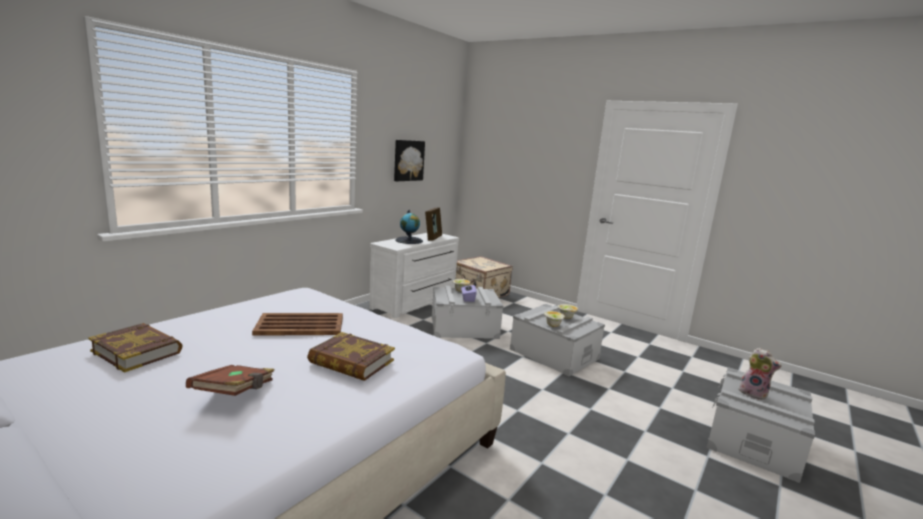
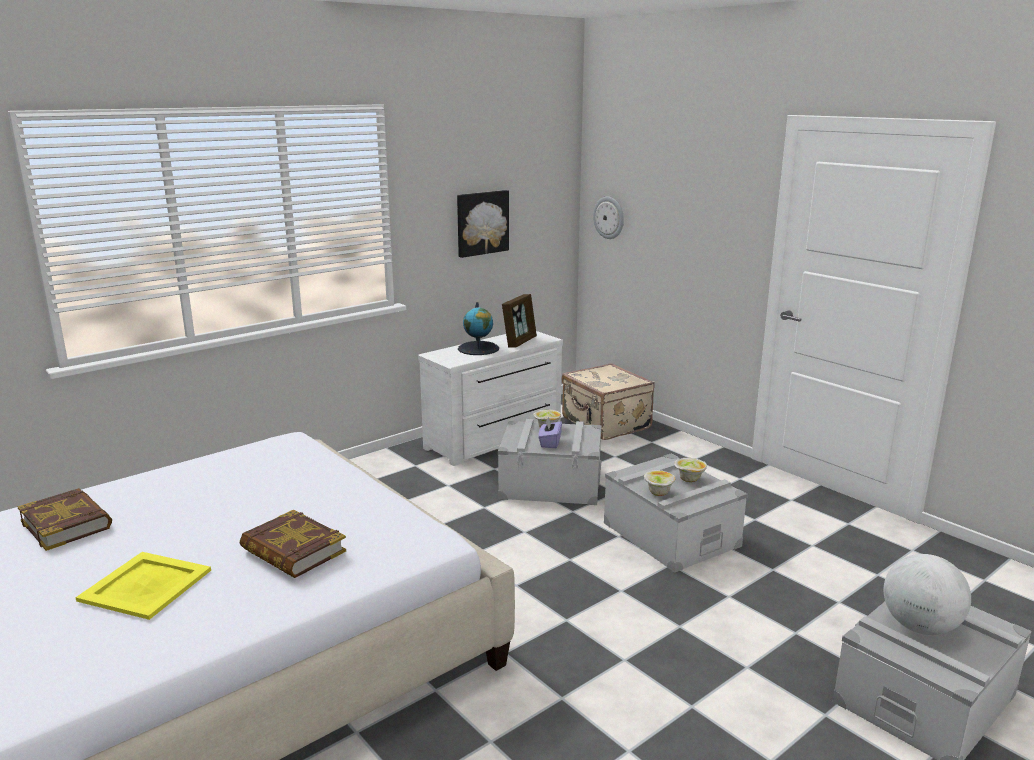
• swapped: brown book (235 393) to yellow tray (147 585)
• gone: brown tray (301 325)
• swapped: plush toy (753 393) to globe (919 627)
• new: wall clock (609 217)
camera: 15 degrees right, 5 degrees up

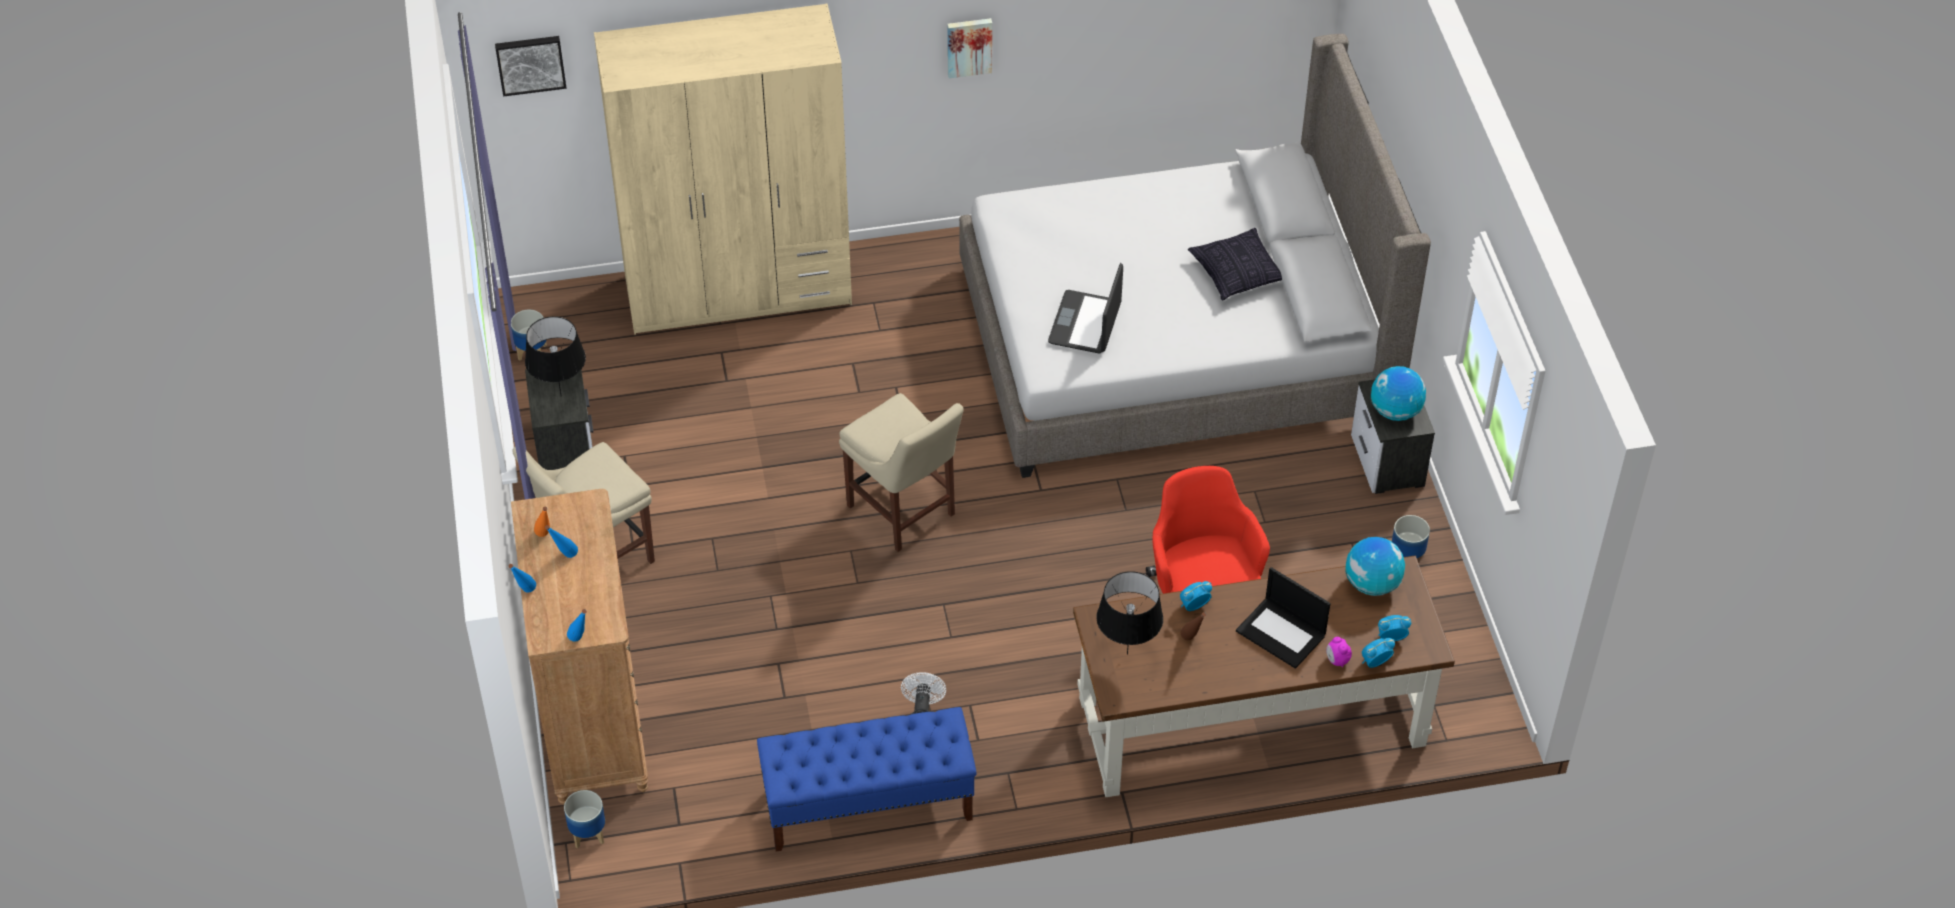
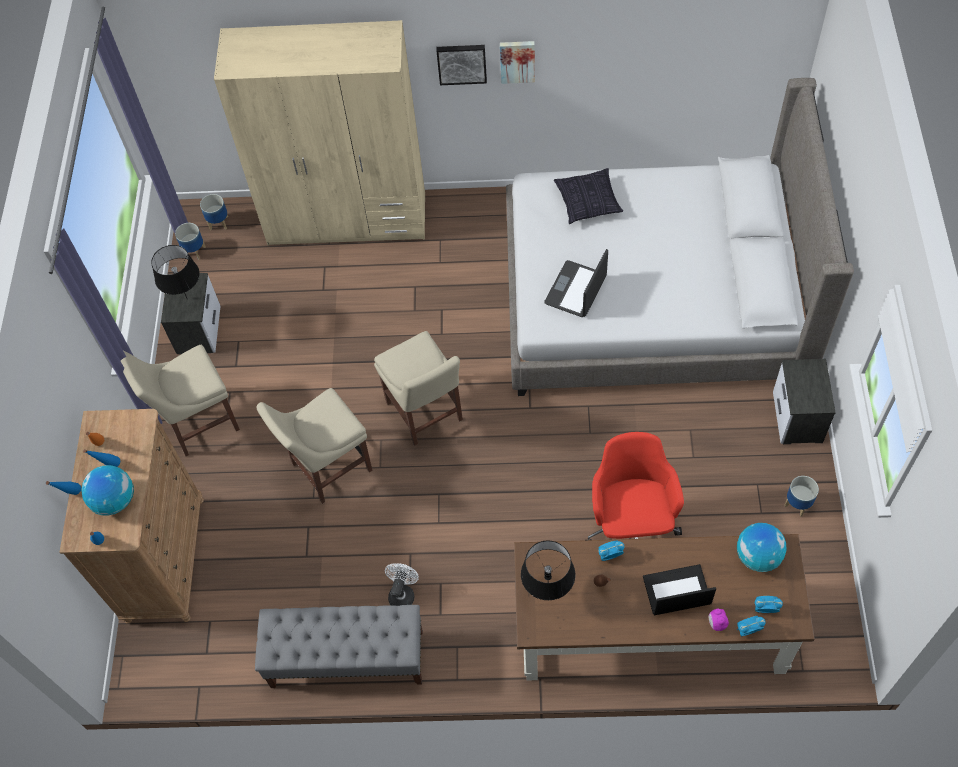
• shifted: picture (530 63) to (461 63)
• shifted: planter (588 834) to (219 222)
• repainted: blue bench (867 805) to grey bench (346 659)
• shifted: pillow (1237 273) to (588 202)
• rotated: laptop (1282 633) = (676 591) 120 degrees clockwise
• shifted: globe (1395 411) to (114 500)
• new: beige chair (327 468)
camera: 15 degrees right, 10 degrees up

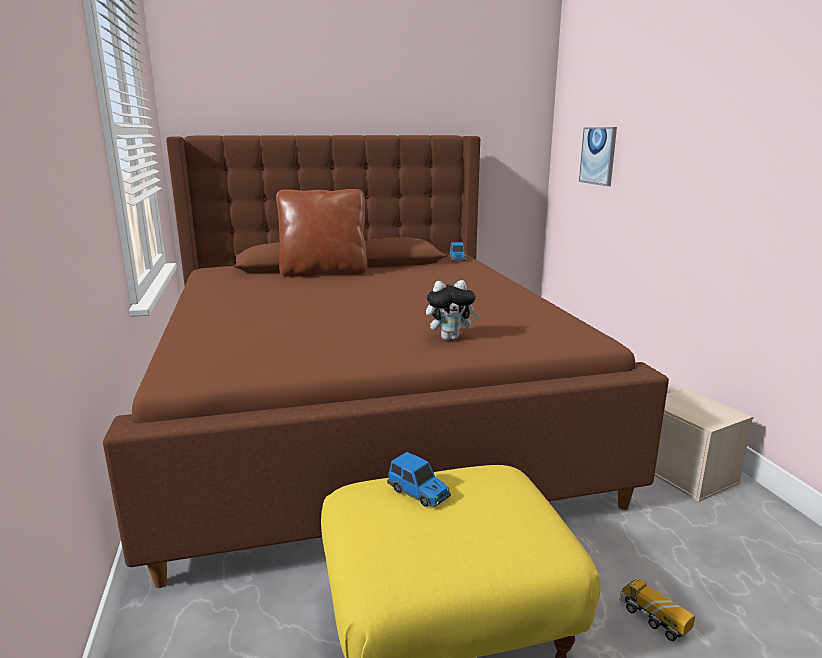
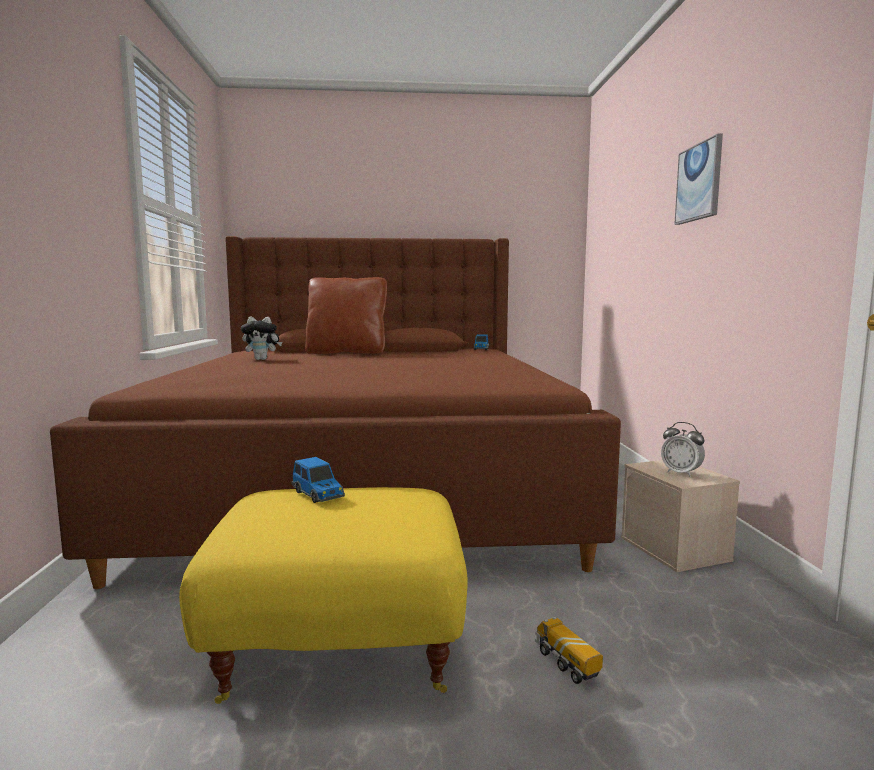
• shifted: plush toy (450 338) to (262 359)
• shifted: picture (598 155) to (699 182)
• new: alarm clock (681 473)
camera: 10 degrees right, 10 degrees down

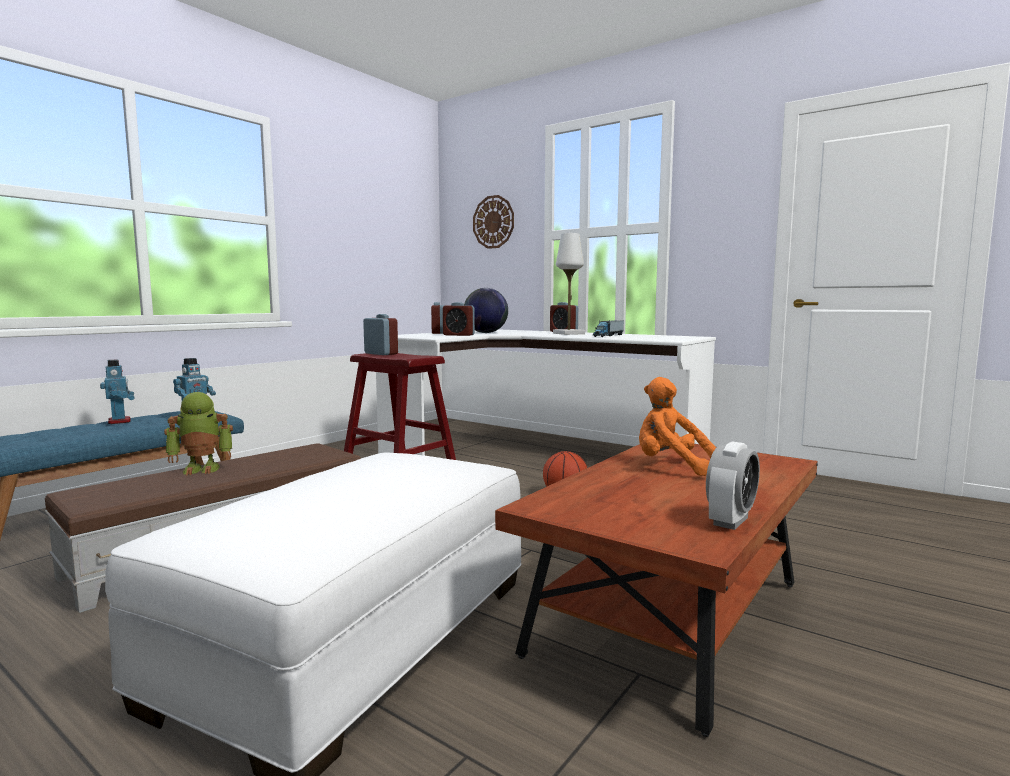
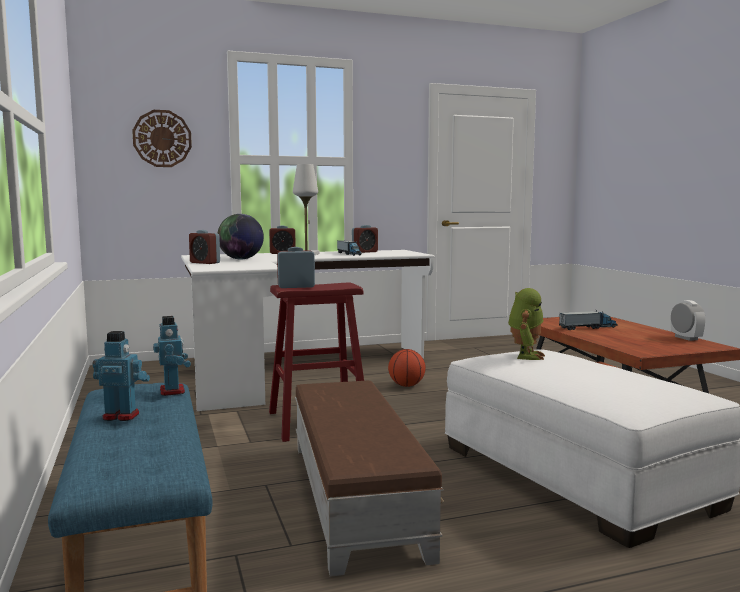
• shifted: toy robot (202 468) to (525 356)
• shifted: alarm clock (458 335) to (364 252)
• swapped: orange plush toy (671 466) to toy truck (588 328)
camera: 55 degrees left, 0 degrees up

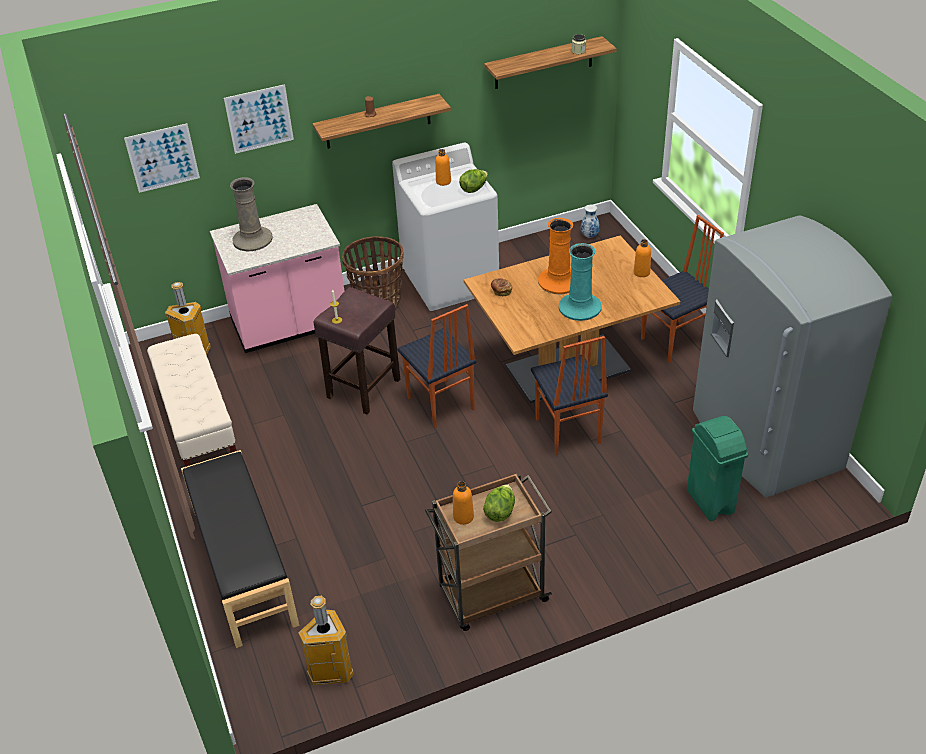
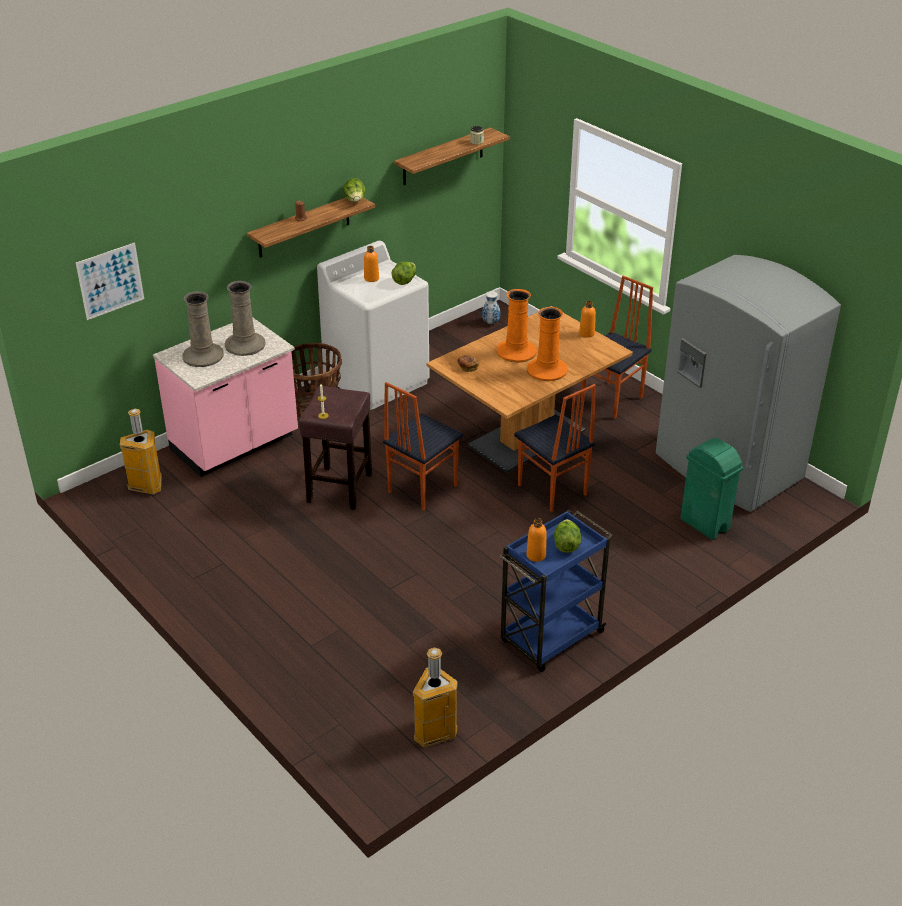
• gone: beige bench (199 427)
• gone: black bench (243 566)
• gone: picture (259 119)
• rotated: chair (440 404) = (421 488) 90 degrees clockwise
• repainted: brown cart (491 595) to blue cart (550 638)
• repainted: turquoise vase (580 307) to orange vase (547 370)
• new: beige vase (245 345)
• new: lettuce (355 201)
camera: 20 degrees left, 5 degrees down

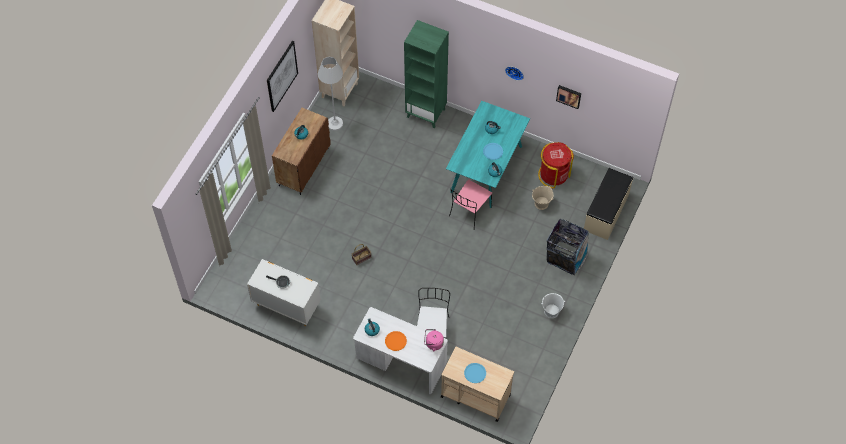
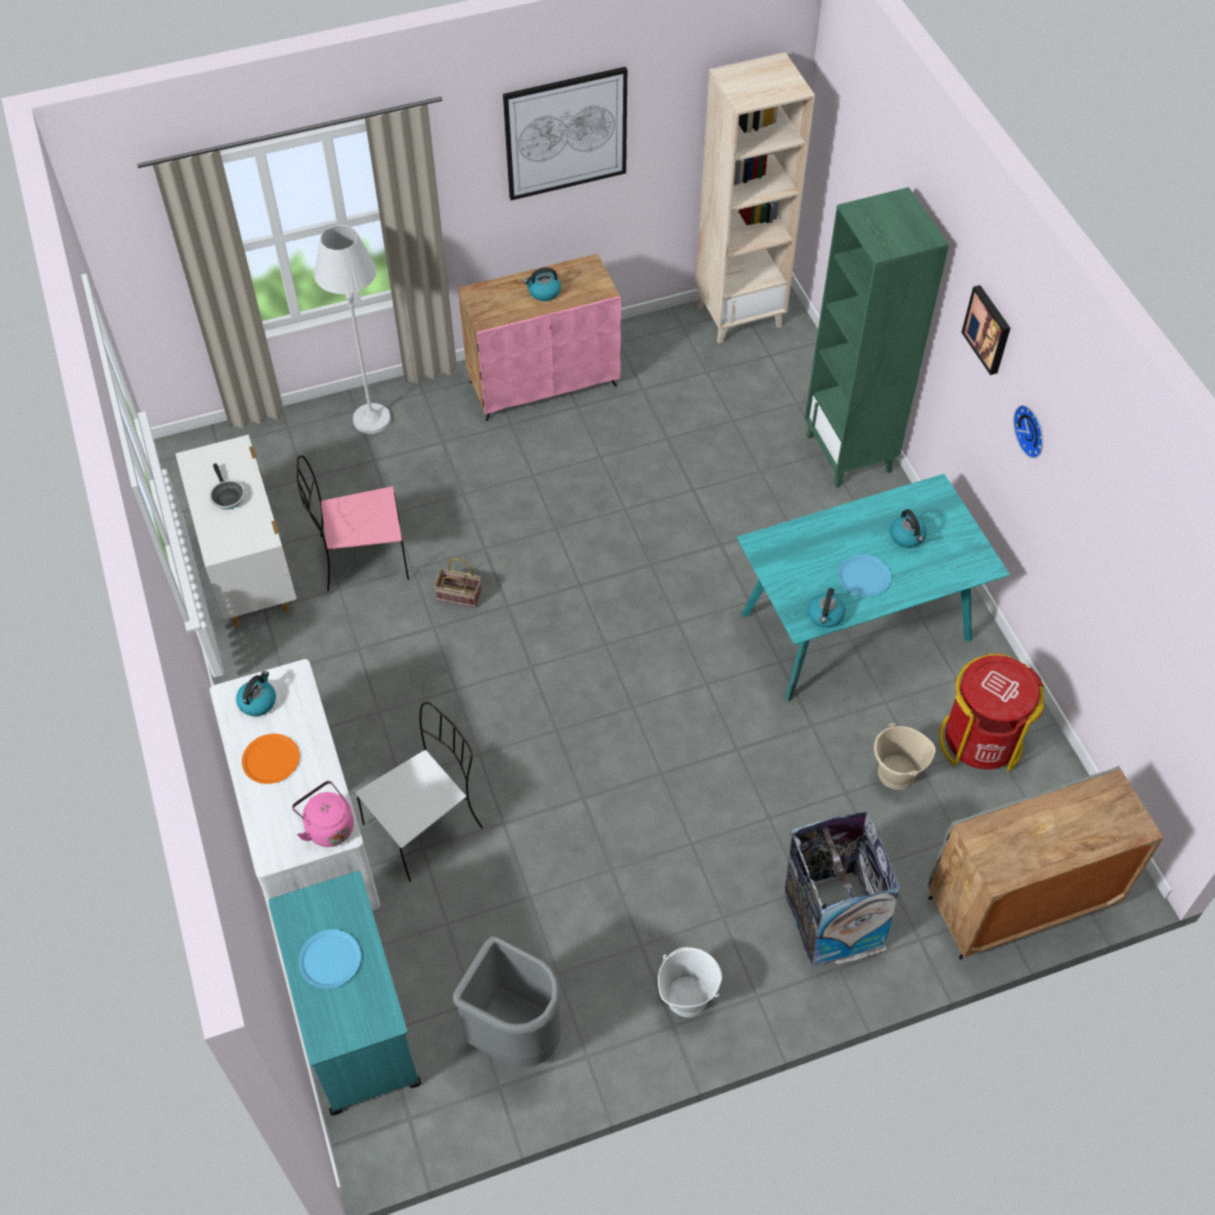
• repainted: brown cabinet (304 166) to pink cabinet (544 383)
• shifted: white floor lamp (335 123) to (372 419)
• repainted: beige cart (475 395) to turquoise cart (355 1020)
• shifted: pink chair (469 212) to (361 558)
• shifted: picture (569 96) to (988 329)
• swapped: beige bench (606 212) to grey cabinet (1020 902)
• new: grey trash can (515 1035)
camera: 45 degrees right, 5 degrees down

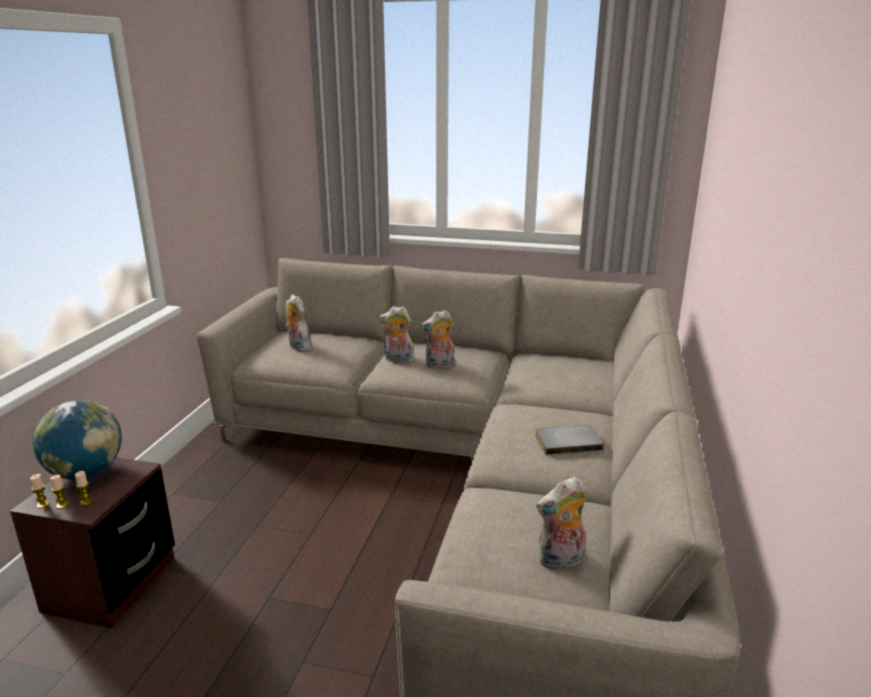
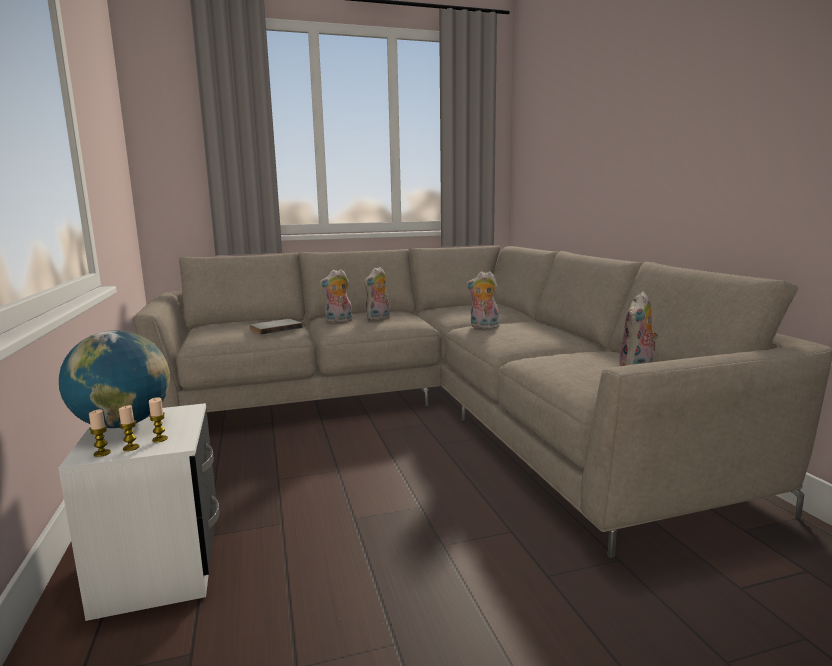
• repainted: brown nightstand (111 584) to white nightstand (160 566)
• shifted: plush toy (297 347) to (483 327)
• shifted: grey book (567 441) to (275 328)
camera: 30 degrees left, 10 degrees down

